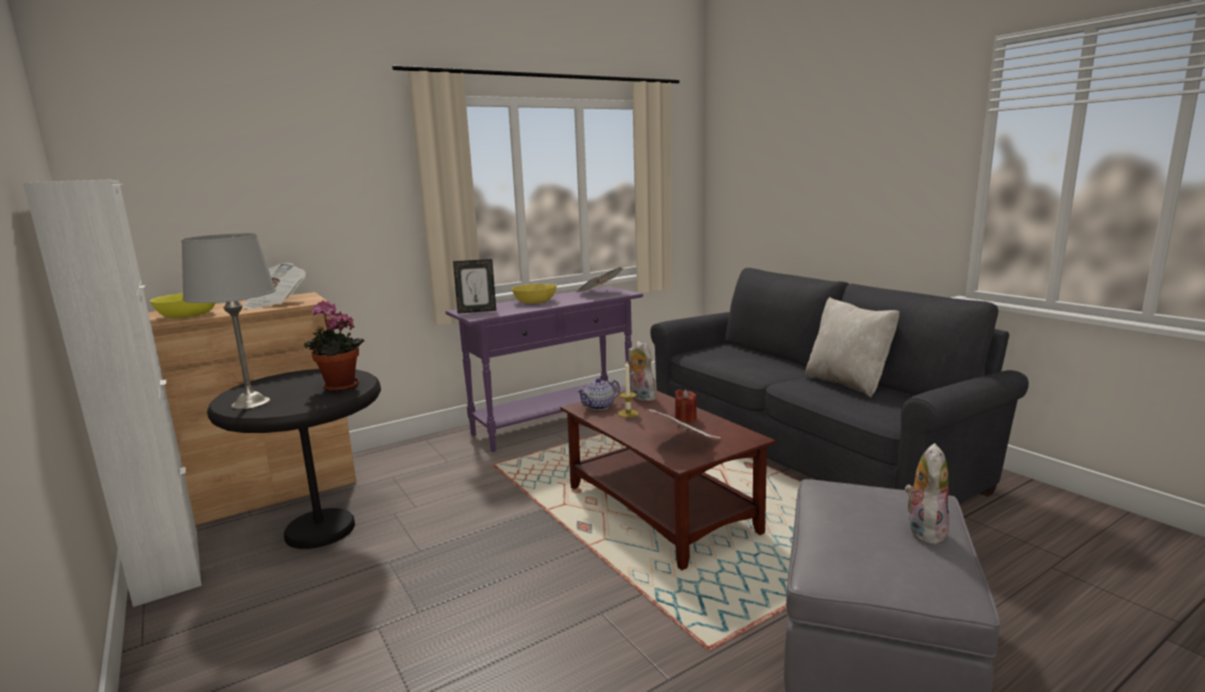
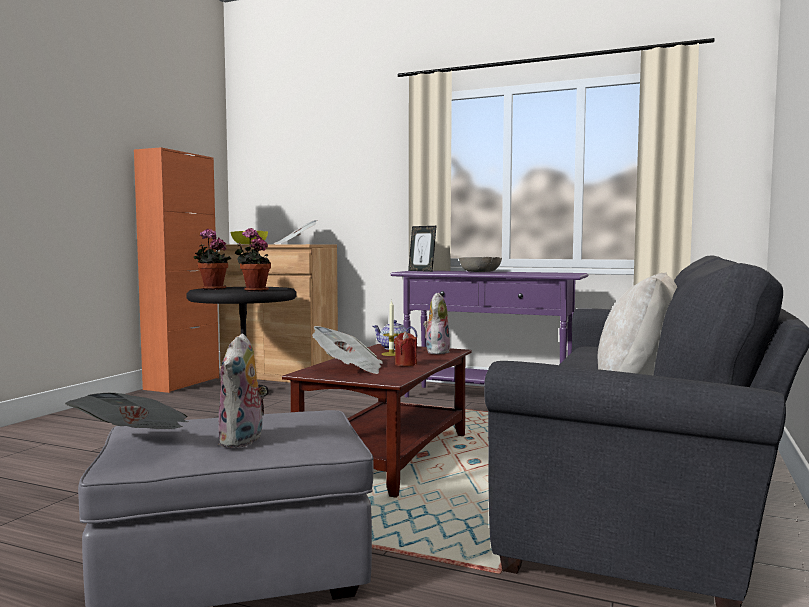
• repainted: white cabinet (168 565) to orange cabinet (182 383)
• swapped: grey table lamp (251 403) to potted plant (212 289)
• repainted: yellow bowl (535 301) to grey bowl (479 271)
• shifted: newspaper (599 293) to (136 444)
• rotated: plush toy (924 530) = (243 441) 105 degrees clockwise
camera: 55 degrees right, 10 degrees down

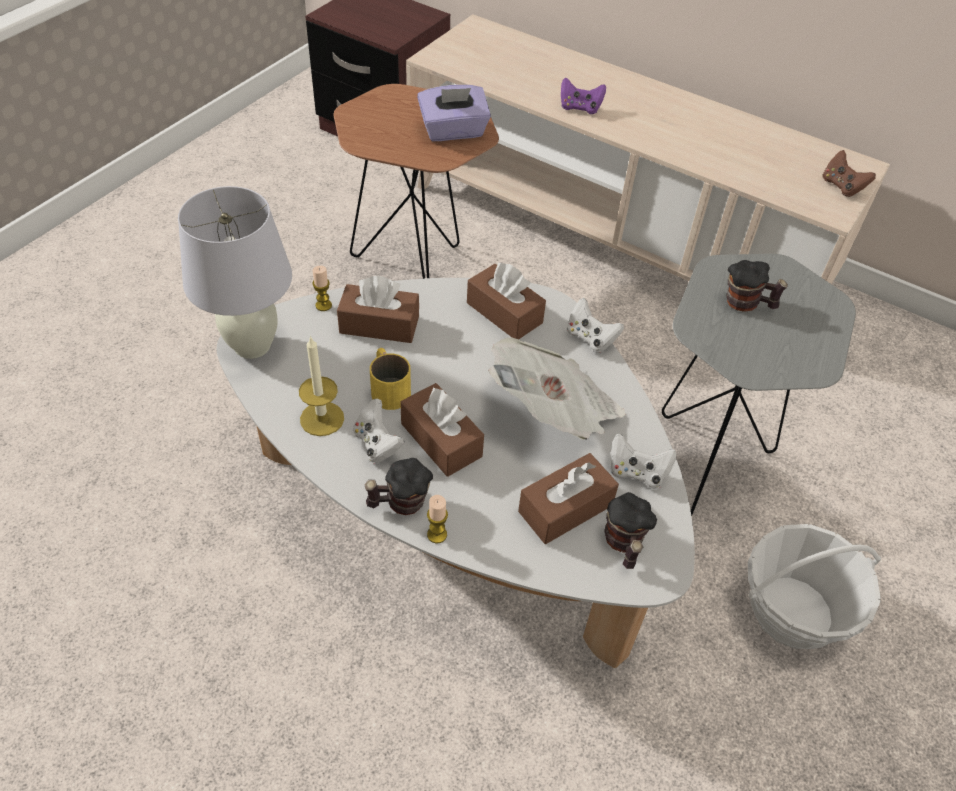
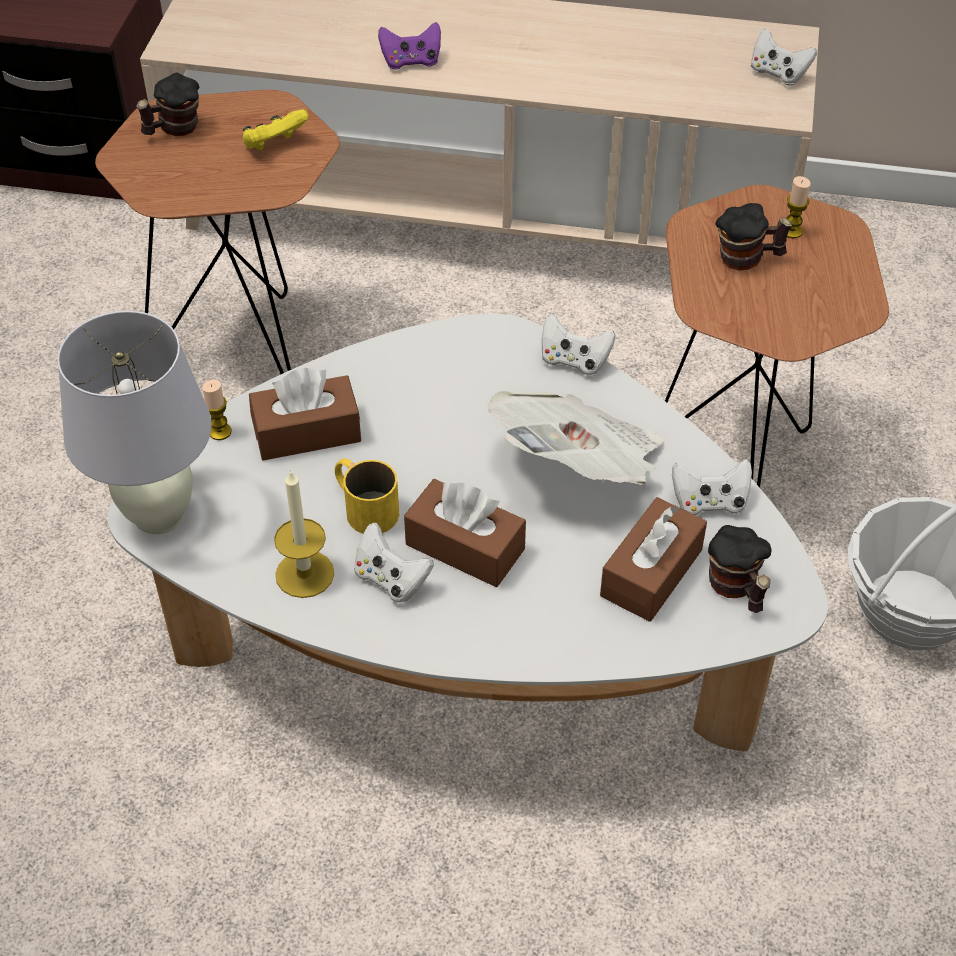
• shifted: mug (399 503) to (173 130)
• swapped: purple tissue box (453 131) to yellow game controller (274 145)
• shifted: candle (437 534) to (792 231)
• gone: brown tissue box (504 313)
• repainted: grey side table (709 456) to brown side table (737 461)
• repainted: brown game controller (841 186) to white game controller (778 73)
camera: 20 degrees left, 0 degrees up

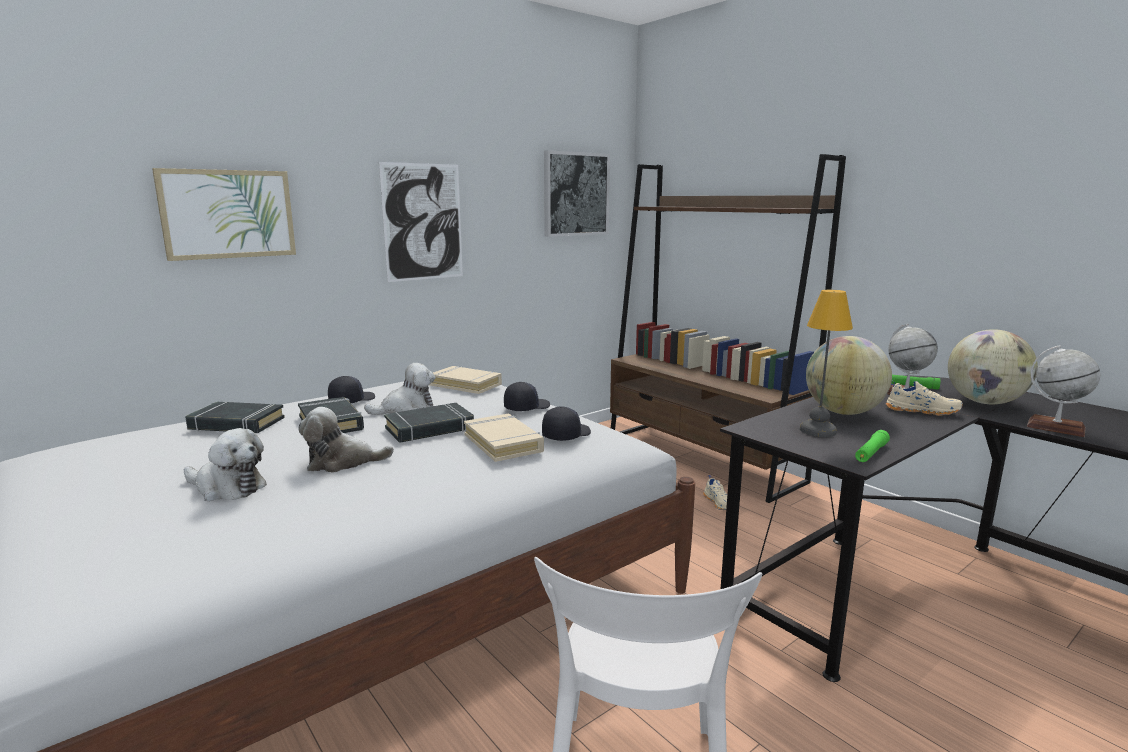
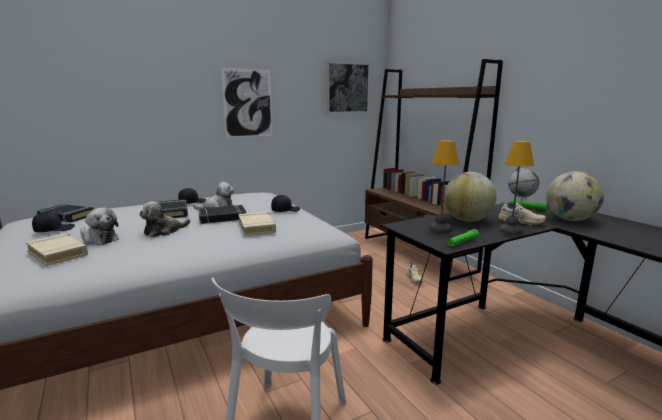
• gone: picture (228 214)
• shifted: black book (236 424) to (66 217)
• rotated: plush toy (342 462) = (164 231) 45 degrees counterclockwise
• shifted: beige book (466 384) to (58 253)
• shifted: black cap (565 435) to (54 229)
• gone: globe (1055 427)
• new: table lamp (511 231)
camera: 10 degrees right, 0 degrees up

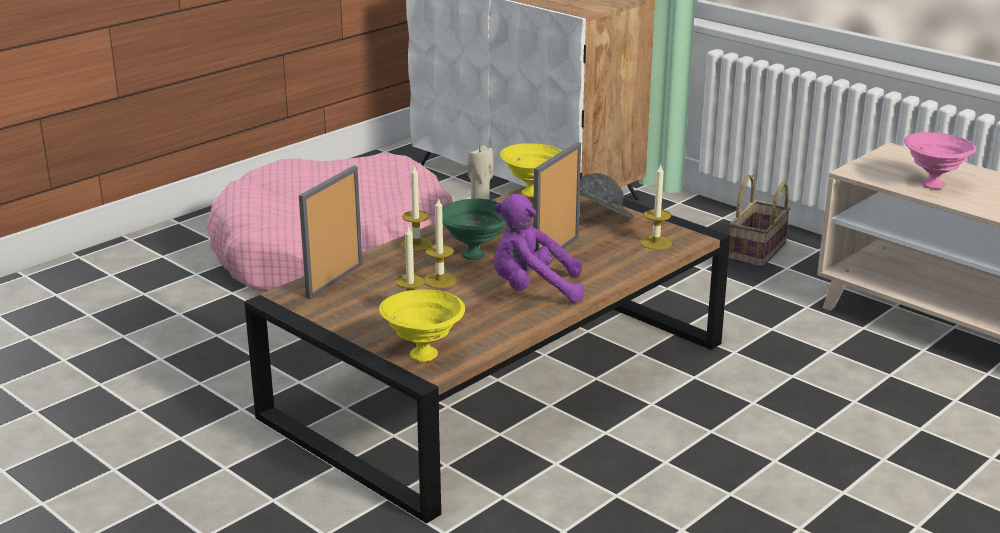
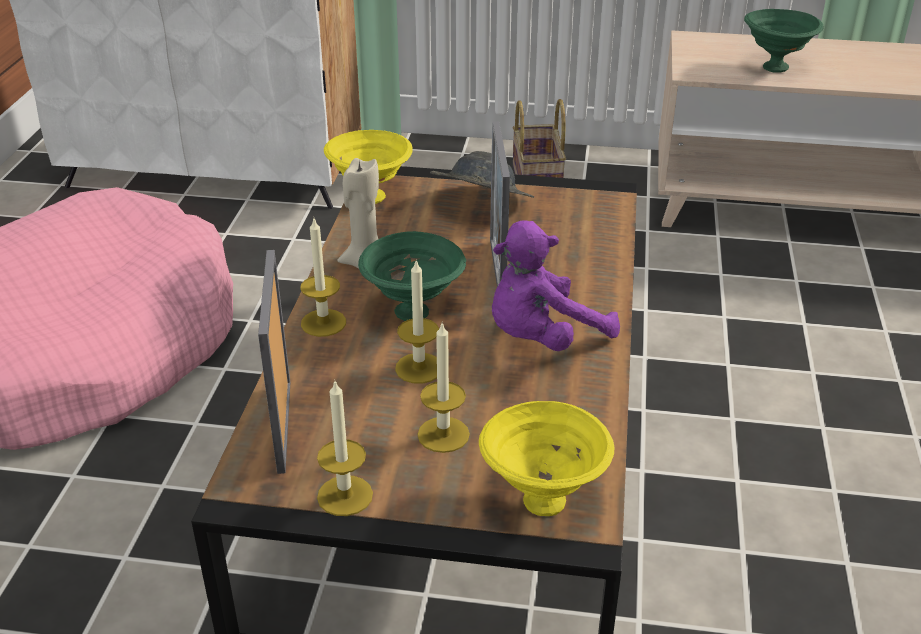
• shifted: candle (655 243) to (345 495)
• repainted: pink bowl (932 184) to green bowl (774 67)
camera: 35 degrees left, 10 degrees up

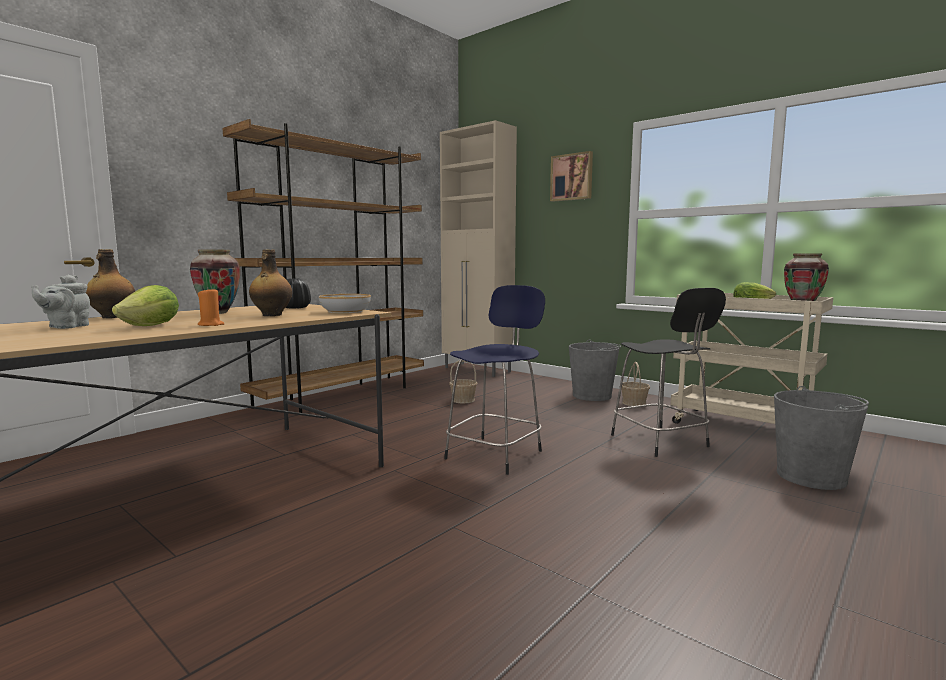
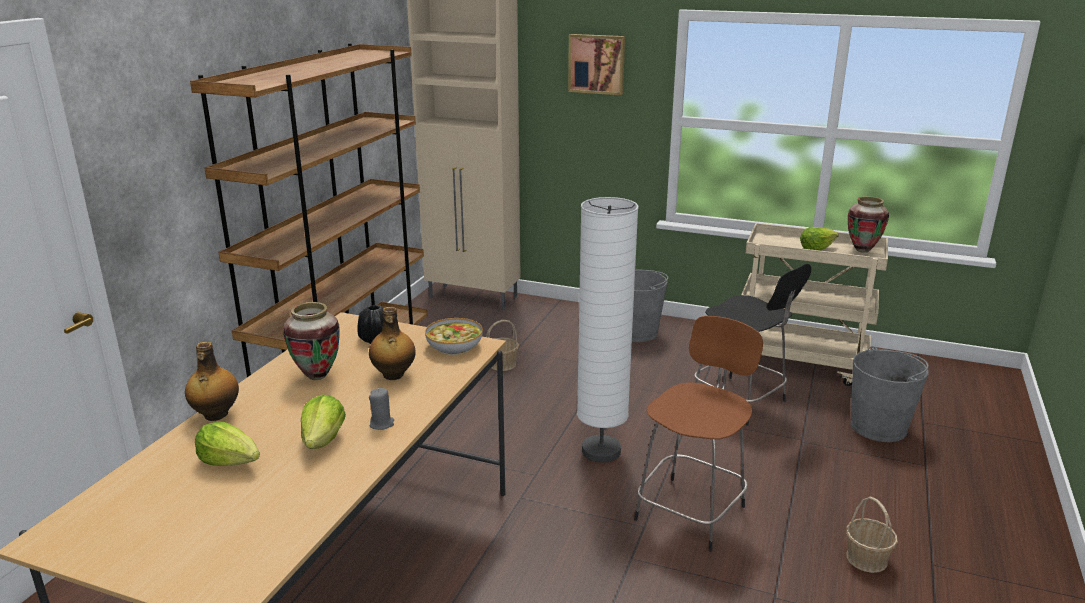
• swapped: grey teapot (66 327) to lettuce (230 461)
• repainted: orange candle (211 325) to grey candle (382 424)
• swapped: blue stool (496 454) to white floor lamp (601 451)
• shifted: basket (634 403) to (866 558)
• new: brown stool (692 511)
camera: 20 degrees left, 15 degrees up

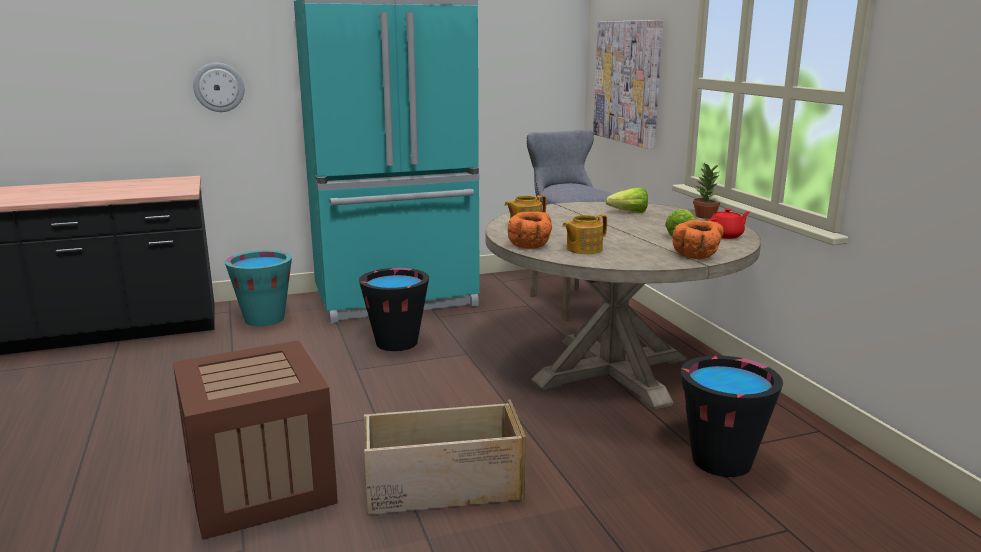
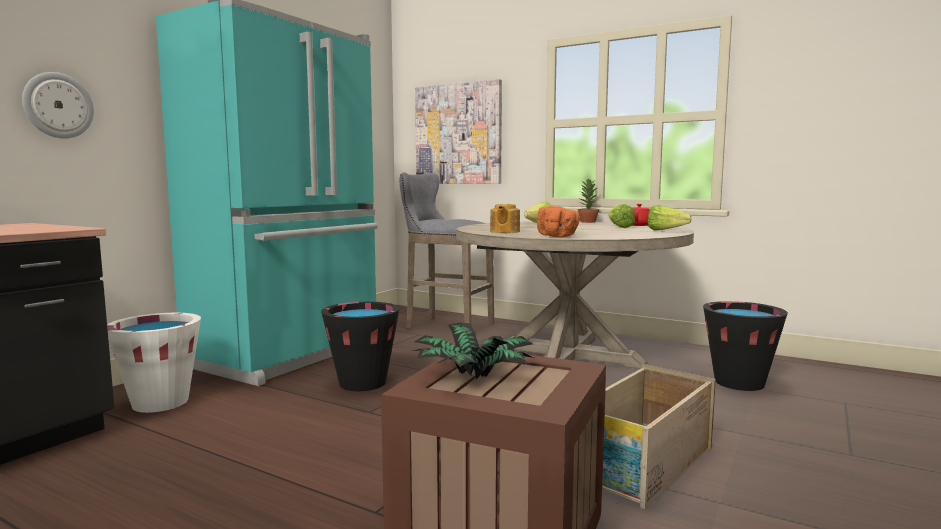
• repainted: turquoise bucket (264 319) to white bucket (160 402)
• gone: teapot (583 249)
• swapped: orange bowl (697 256) to lettuce (669 231)
• new: potted plant (472 378)
camera: 40 degrees left, 10 degrees down

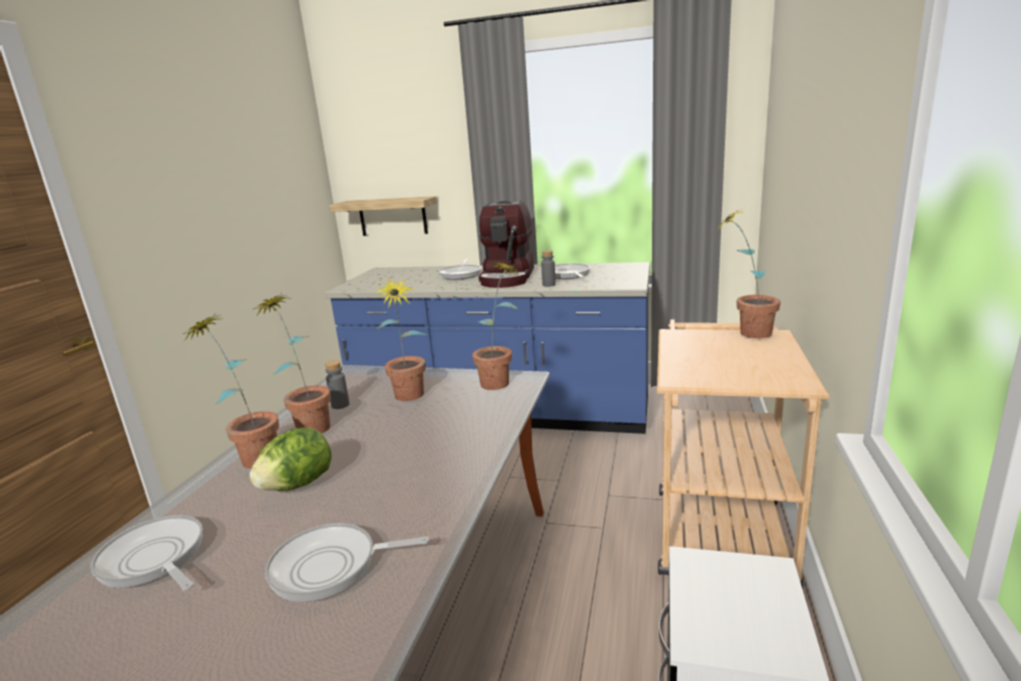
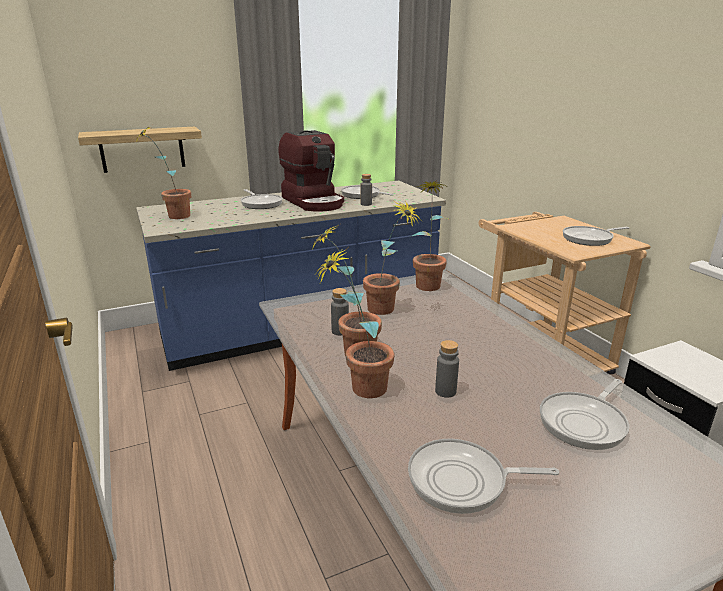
• swapped: lettuce (298 484) to grey bottle (445 391)
• shifted: potted plant (745 333) to (172 216)
• new: frying pan (590 239)
camera: 40 degrees left, 5 degrees up

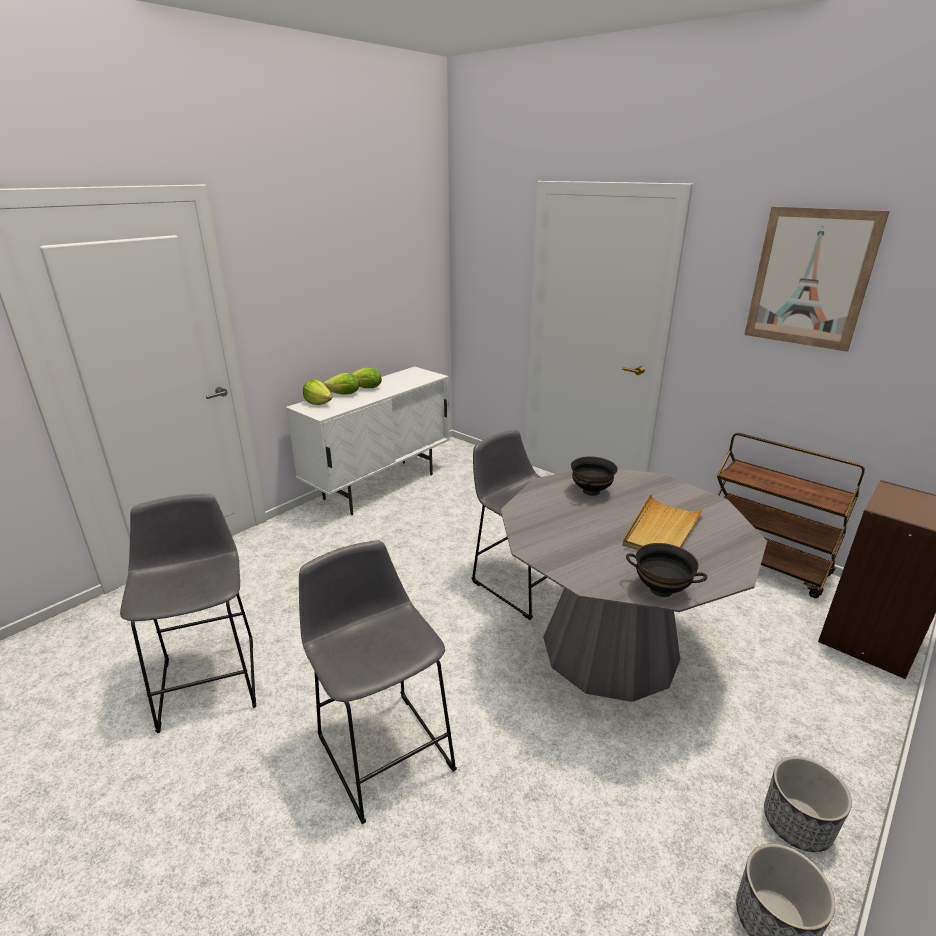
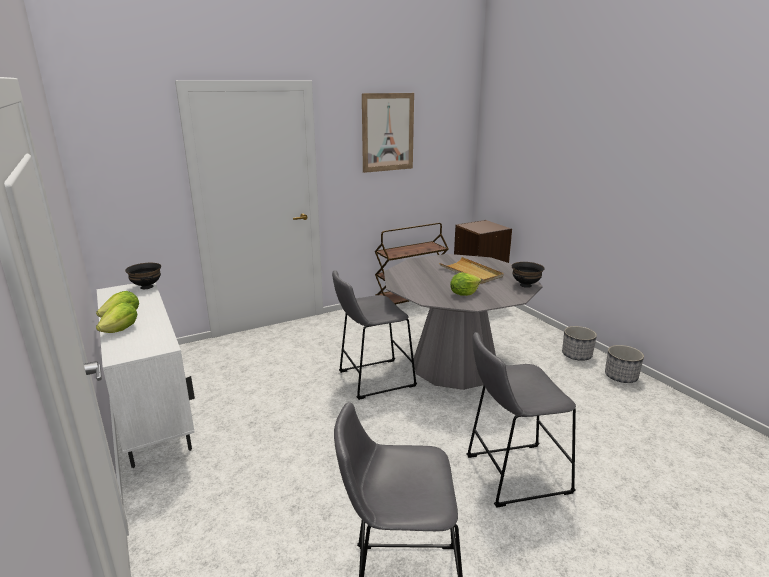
• shifted: lettuce (318 403) to (464 294)
• shifted: black bowl (590 491) to (146 287)
camera: 70 degrees left, 5 degrees down

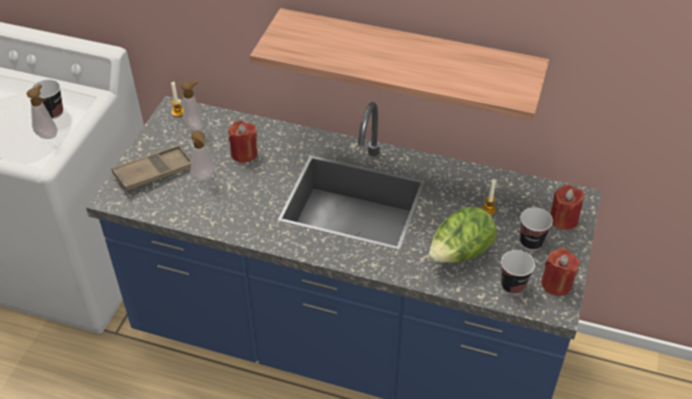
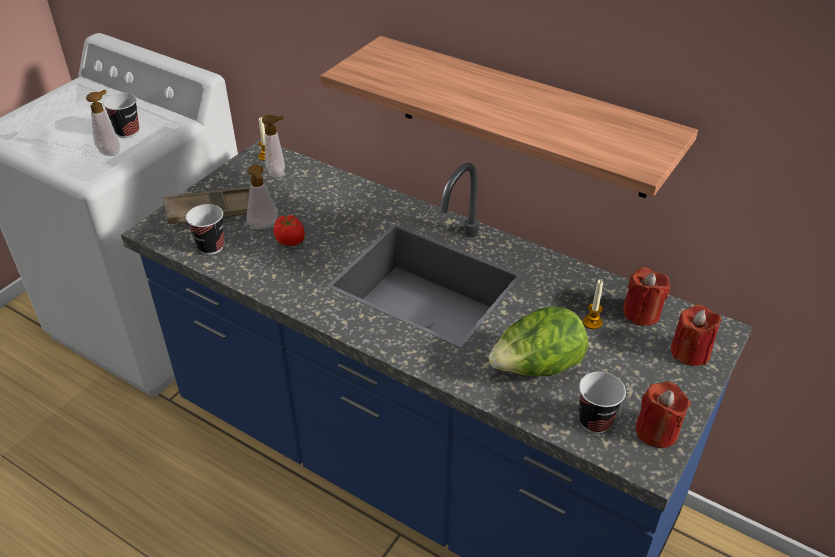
• shifted: red candle (244 153) to (641 313)
• shifted: cup (531 242) to (211 246)
• new: tomato (290 241)
camera: 15 degrees right, 5 degrees down

